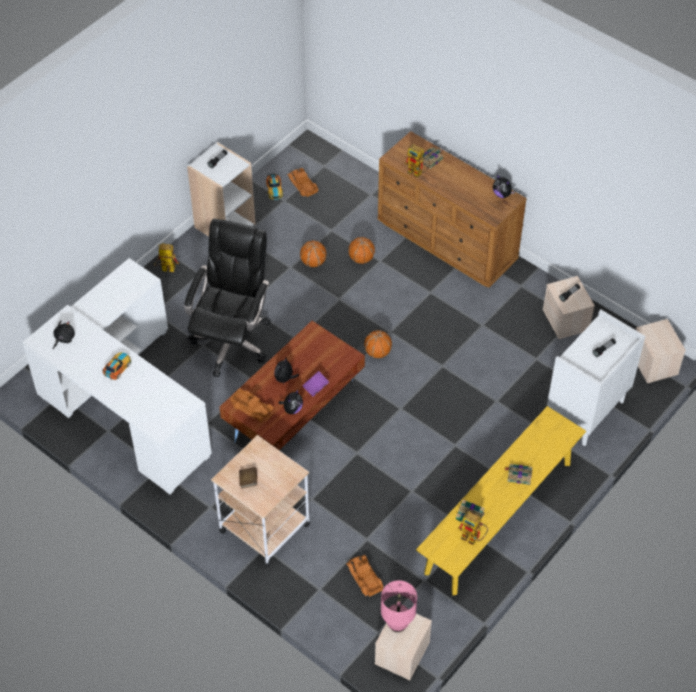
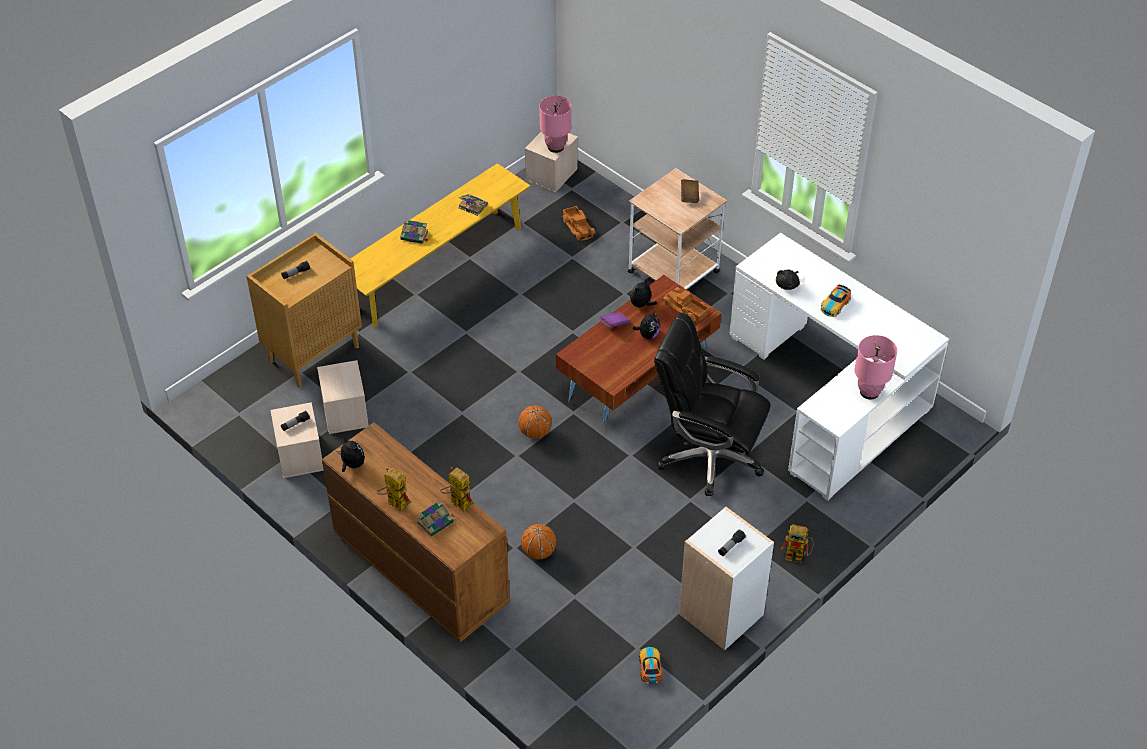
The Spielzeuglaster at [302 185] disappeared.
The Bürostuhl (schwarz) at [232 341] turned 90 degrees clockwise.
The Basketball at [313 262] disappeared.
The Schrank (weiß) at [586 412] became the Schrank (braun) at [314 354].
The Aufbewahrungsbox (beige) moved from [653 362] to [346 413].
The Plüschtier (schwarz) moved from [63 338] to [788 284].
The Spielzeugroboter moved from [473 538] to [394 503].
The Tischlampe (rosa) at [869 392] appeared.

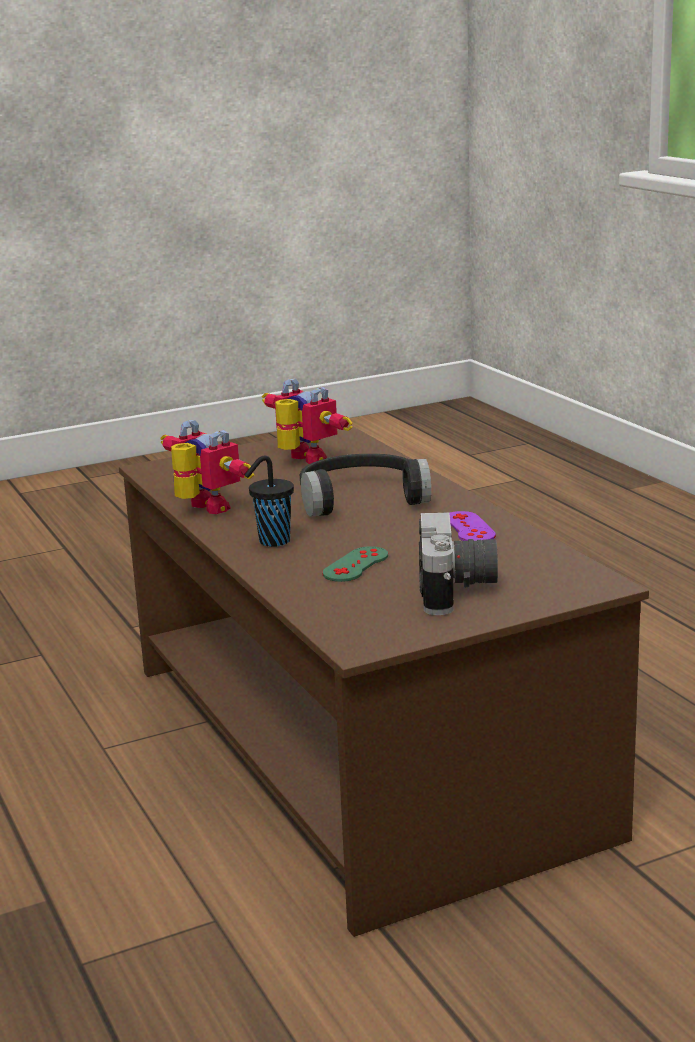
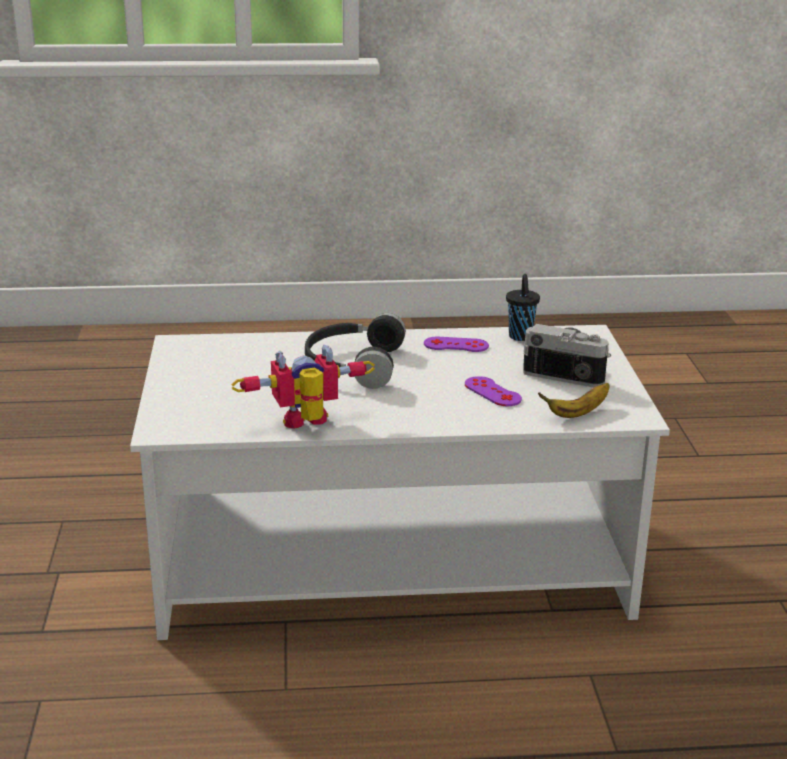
The Spielzeugroboter at [301 460] disappeared.
The Couchtisch (braun) at [356 745] became the Couchtisch (weiß) at [388 560].
The Tasse (schwarz) moved from [272 542] to [520 337].
The Gamepad (grün) at [355 565] became the Gamepad (lila) at [492 392].
The Banane at [578 413] appeared.

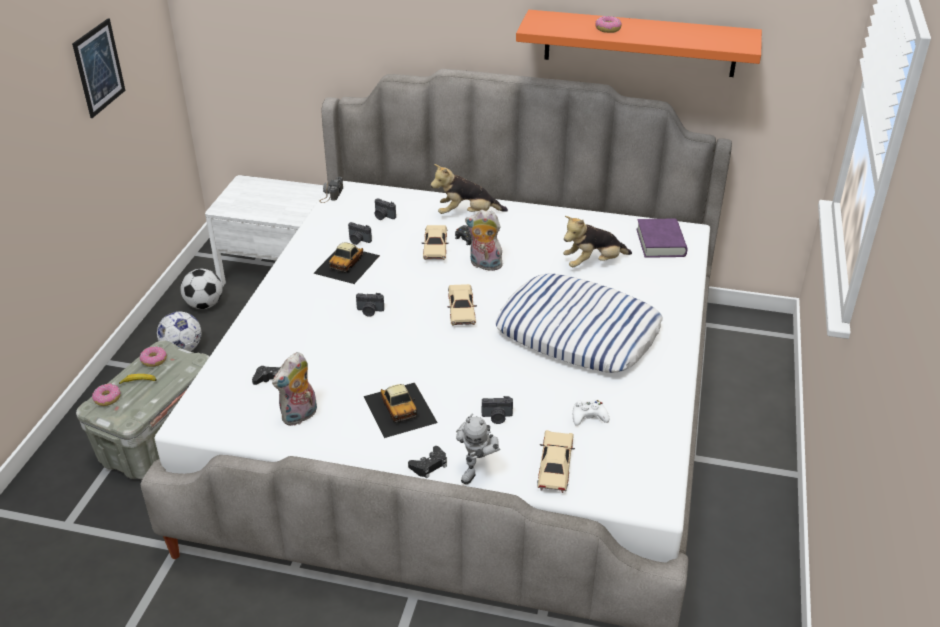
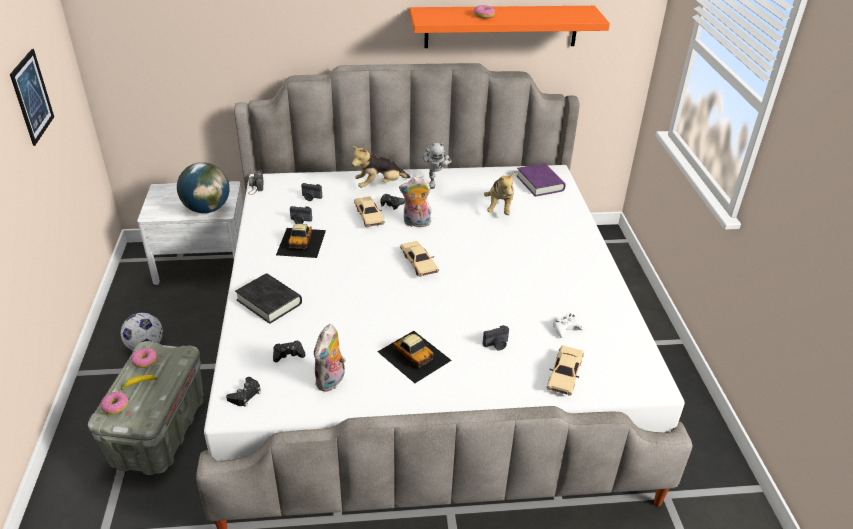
The Plüschtier at [593 263] turned 45 degrees counterclockwise.
The Fußball at [204 305] disappeared.
The Kissen at [578 332] disappeared.
The Kamera at [370 311] disappeared.
The Spielzeugroboter moved from [478 469] to [434 182].
The Spielzeugauto (beige) at [555 467] turned 150 degrees counterclockwise.
The Gamepad (schwarz) moved from [429 465] to [245 395].
The Globus at [206 209] appeared.
The Buch (schwarz) at [269 302] appeared.

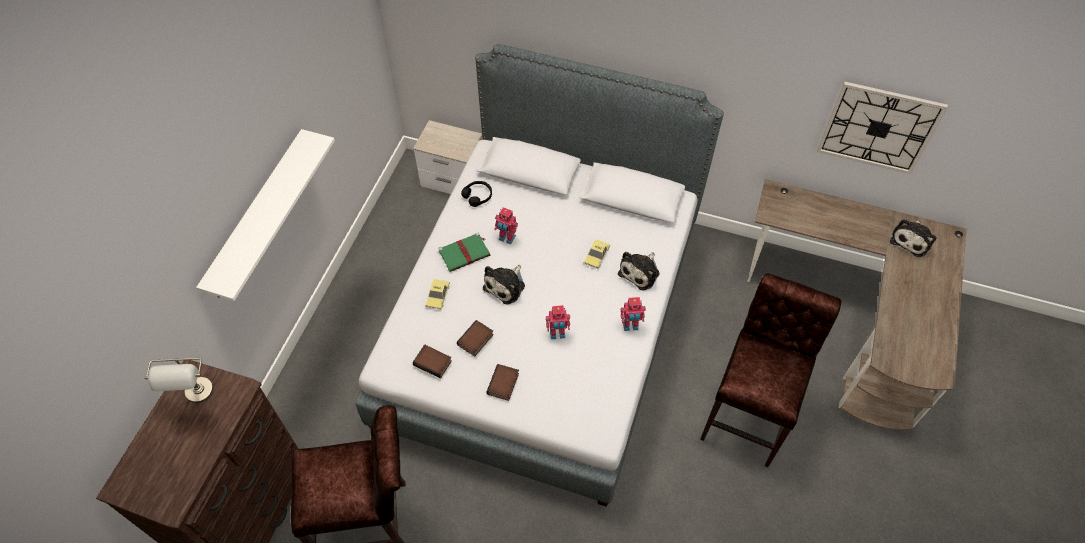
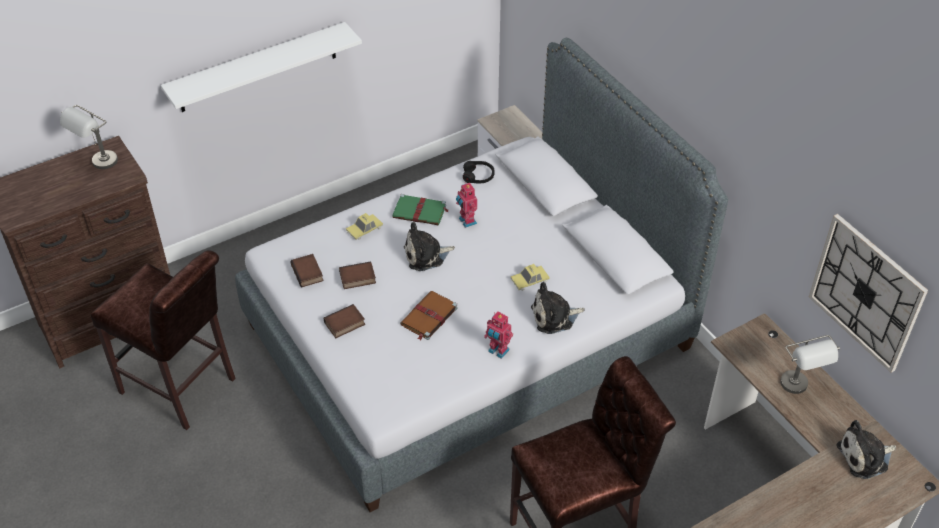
The Spielzeugroboter at [557 334] was replaced by the Buch (braun) at [428 317].
The Tischlampe (grau) at [799 390] appeared.

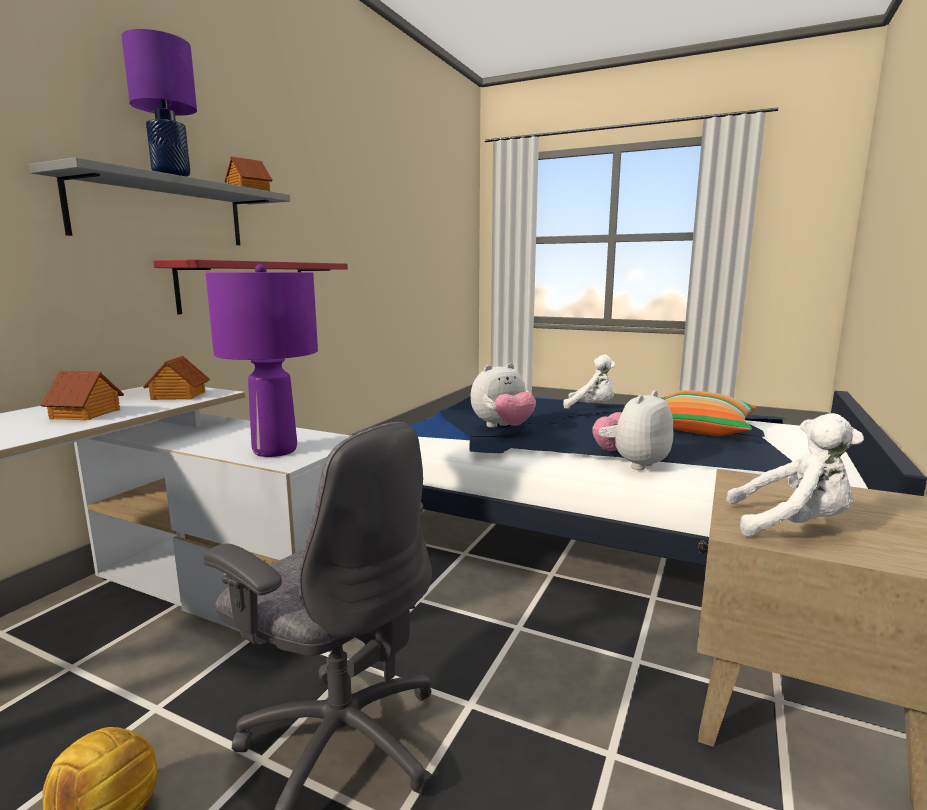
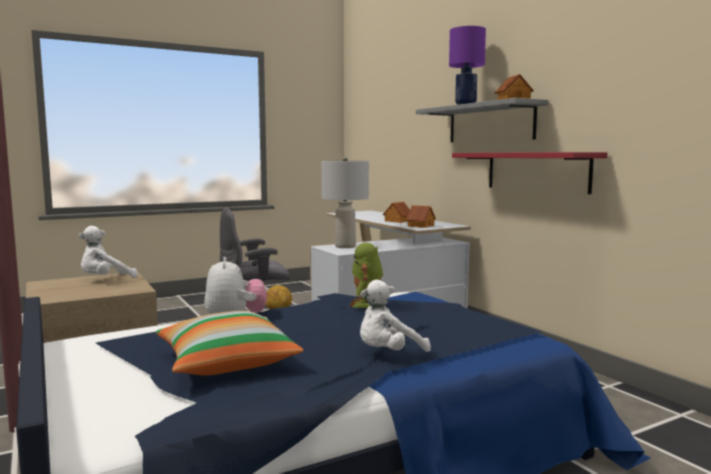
The Tischlampe (lila) at [275 450] became the Tischlampe (grau) at [345 246].
The Plüschtier at [502 427] was replaced by the Spielzeugroboter at [366 304].

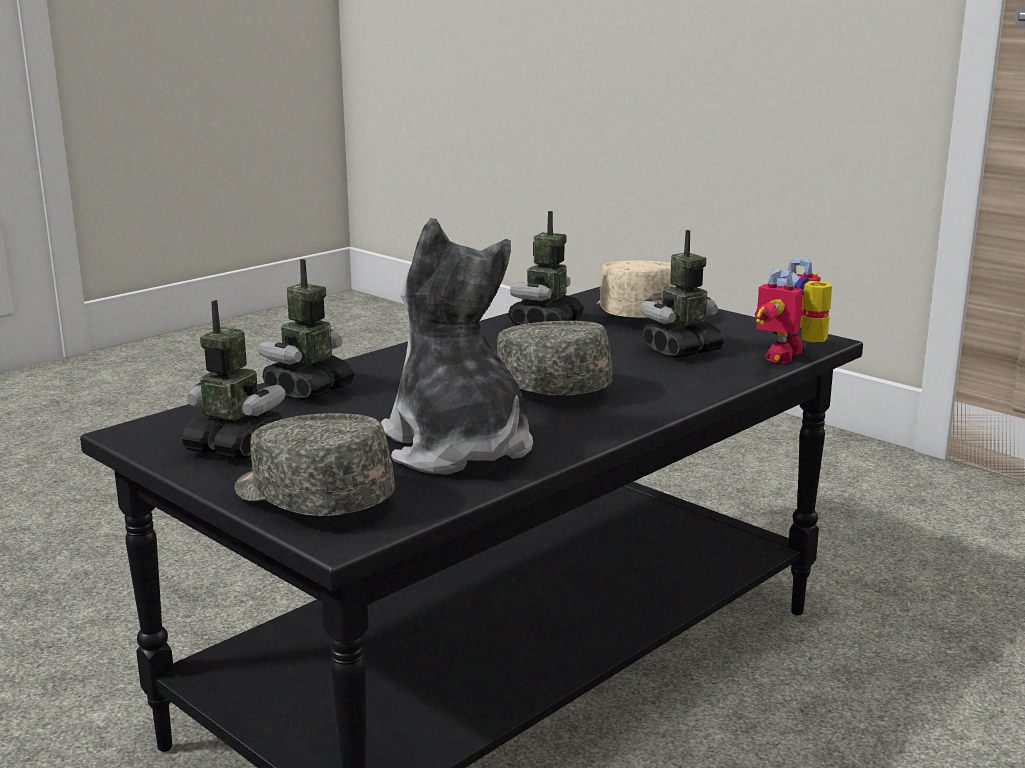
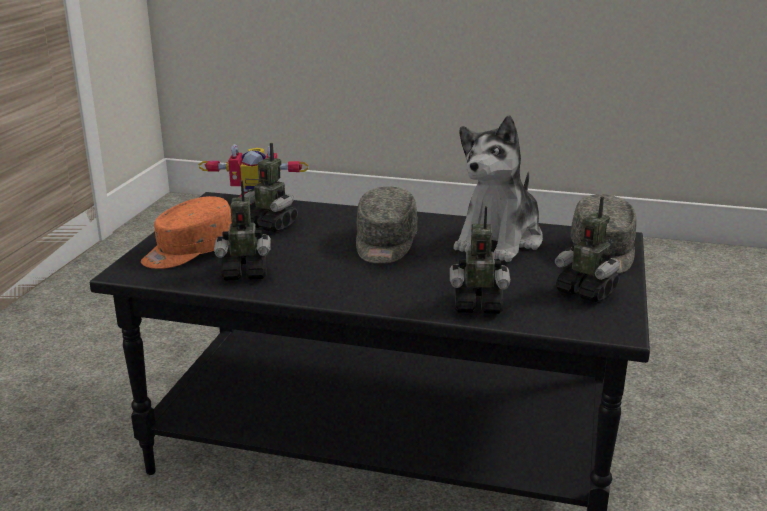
The Kappe (beige) at [634 313] became the Kappe (orange) at [189 252].
The Spielzeugroboter at [235 447] turned 45 degrees counterclockwise.

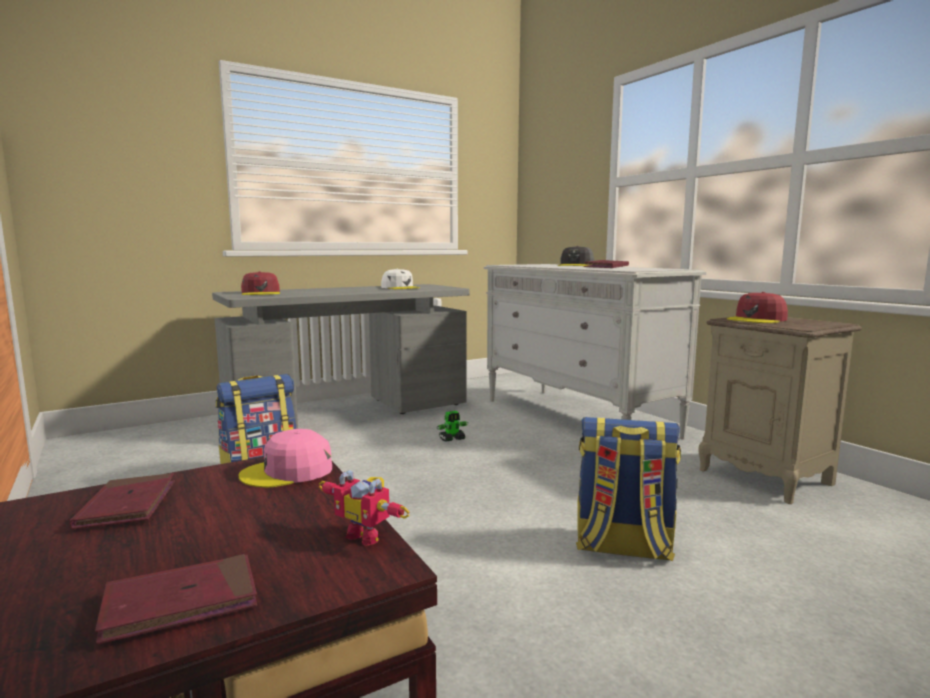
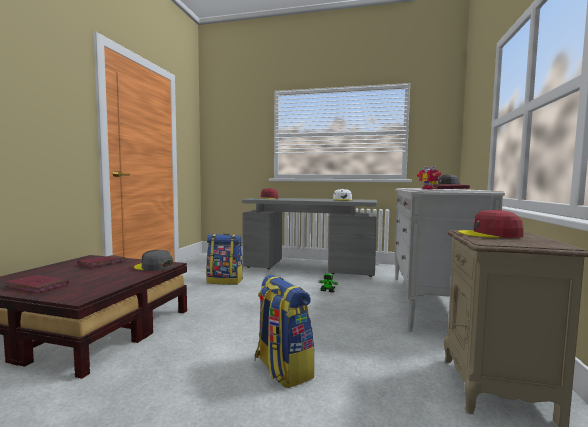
The Kappe (rosa) at [288 471] became the Kappe (grau) at [154 267].
The Spielzeugroboter moved from [367 534] to [430 189].

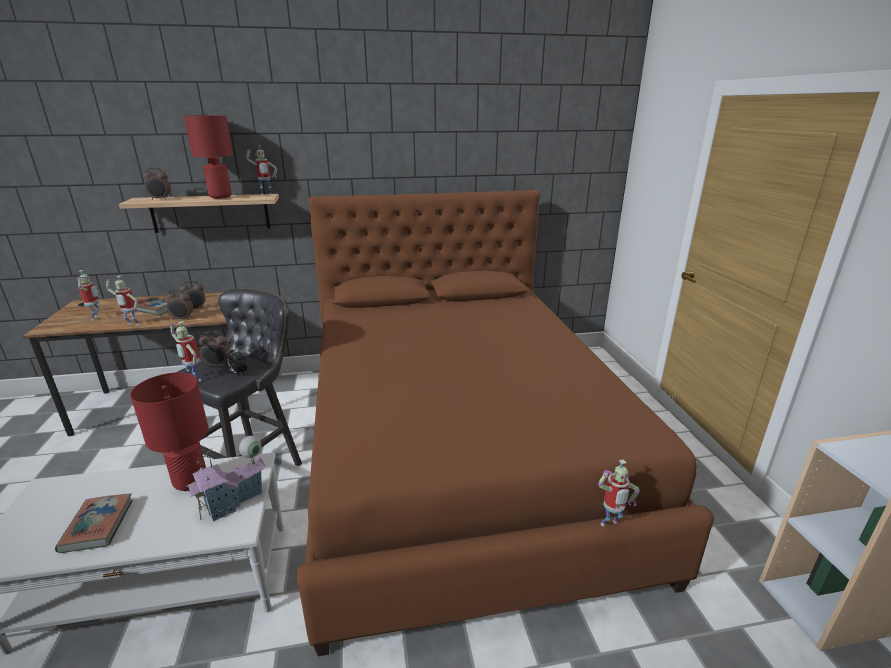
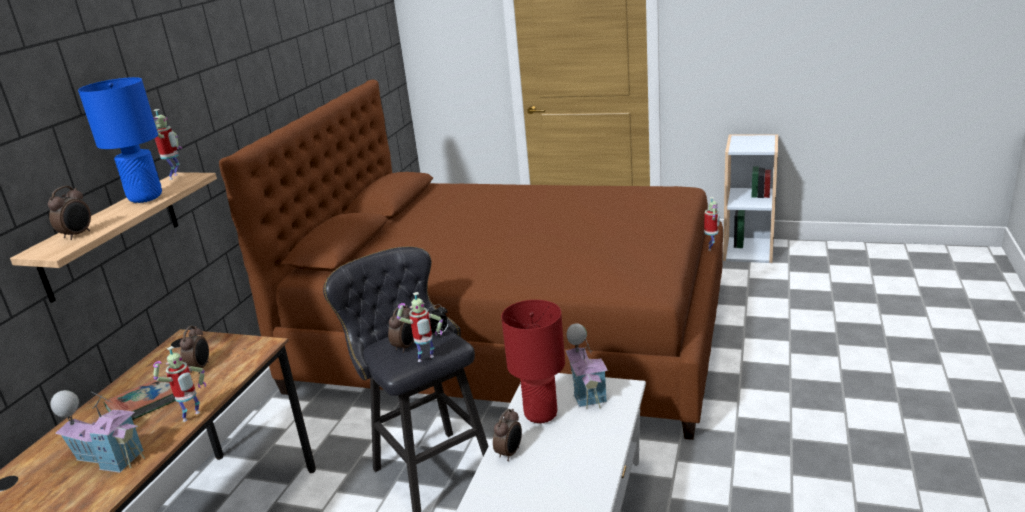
The Tischlampe (rot) at [220 198] became the Tischlampe (blau) at [146 200].
The Spielzeugroboter at [96 318] was replaced by the Spielzeughaus at [110 457].
The Wecker moved from [182 319] to [510 453].
The Buch at [98 525] disappeared.

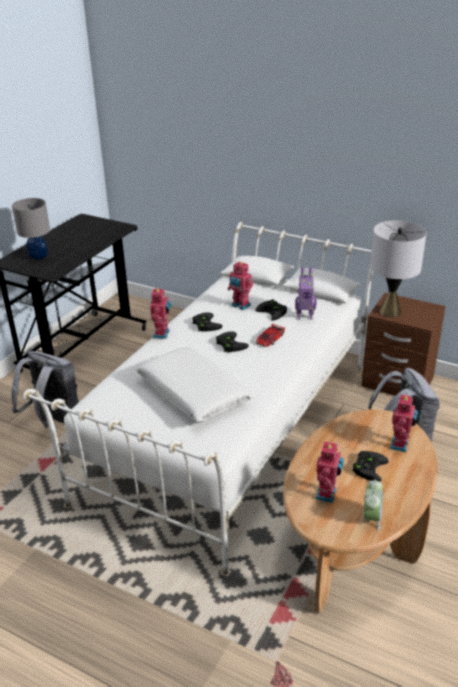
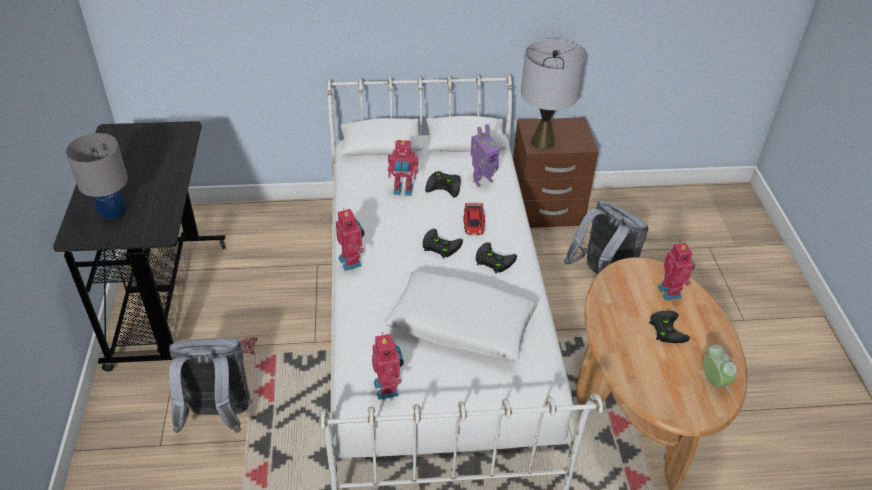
The Gamepad (schwarz) moved from [205 324] to [492 260].
The Spielzeugroboter moved from [327 494] to [388 388].

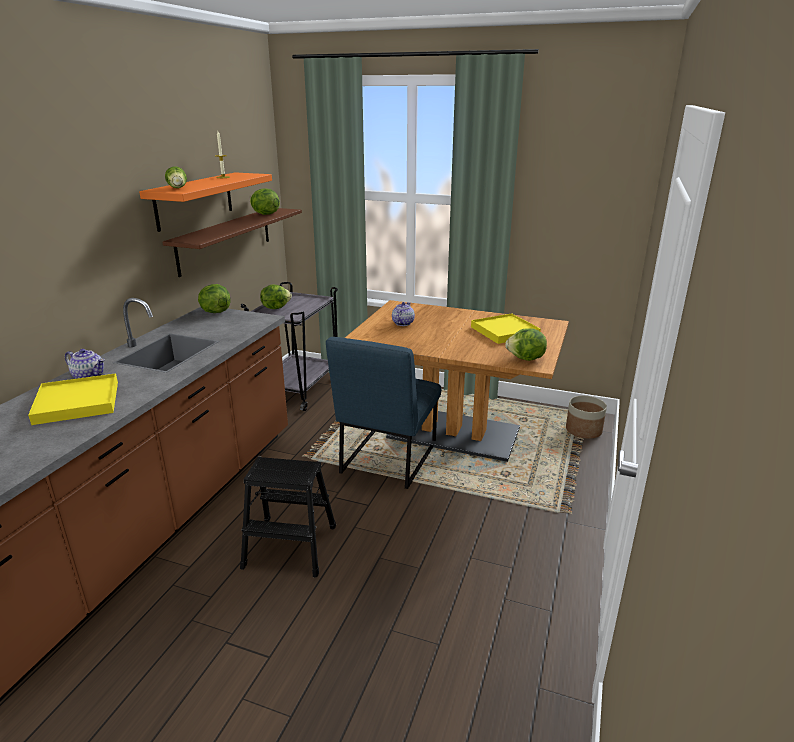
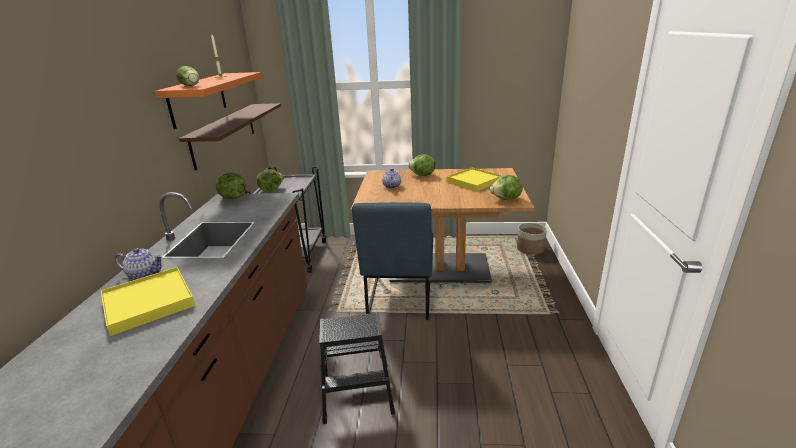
The Salatkopf moved from [265 214] to [422 175].

